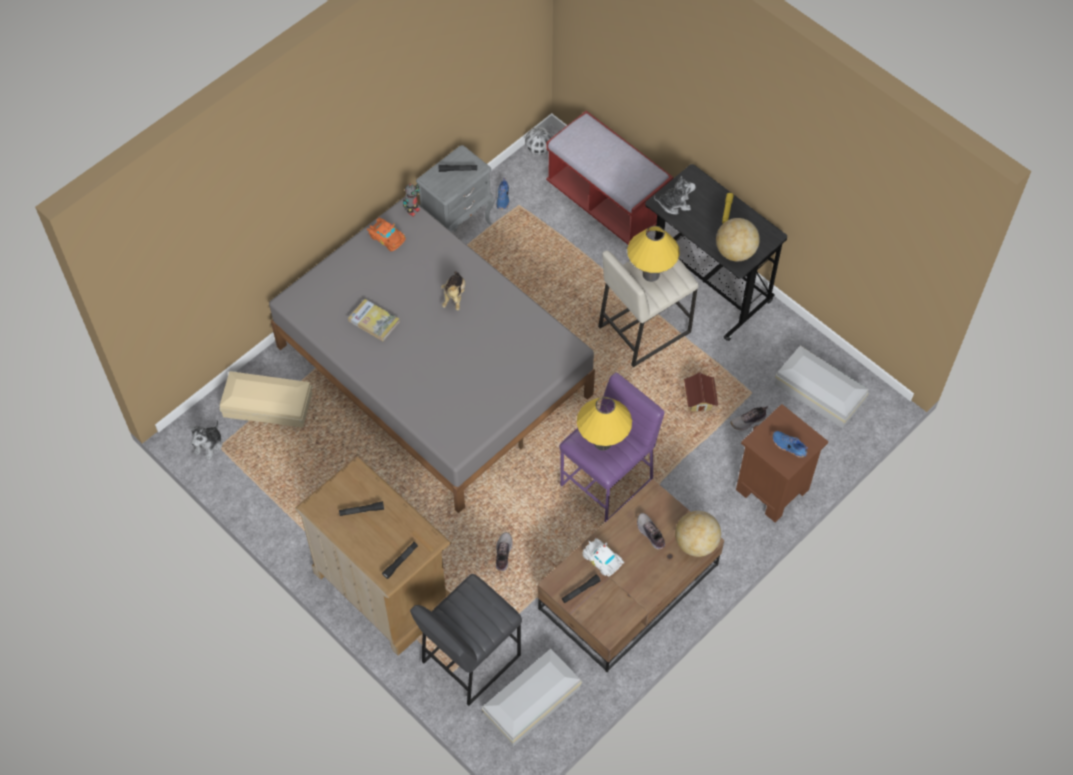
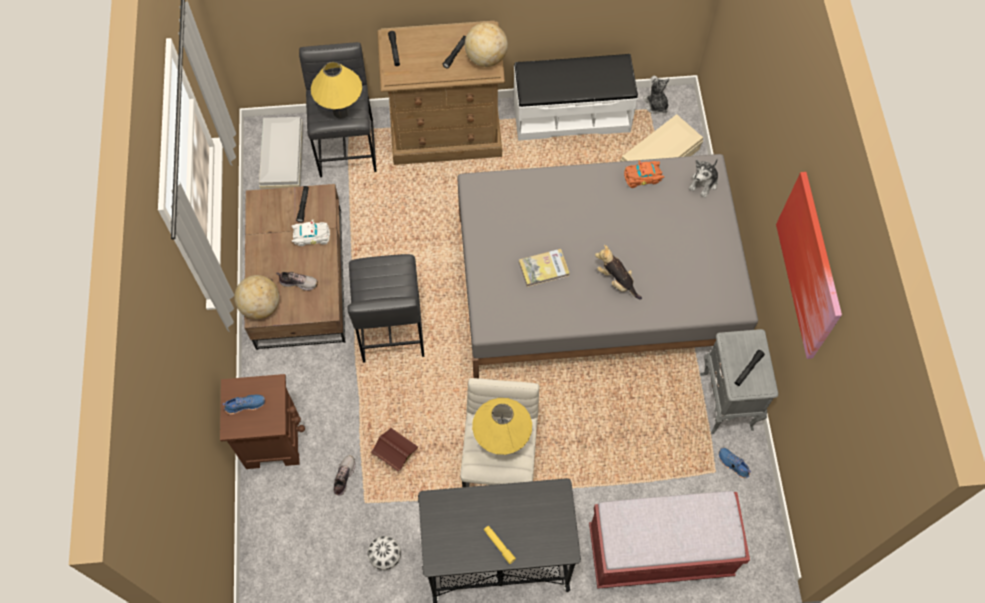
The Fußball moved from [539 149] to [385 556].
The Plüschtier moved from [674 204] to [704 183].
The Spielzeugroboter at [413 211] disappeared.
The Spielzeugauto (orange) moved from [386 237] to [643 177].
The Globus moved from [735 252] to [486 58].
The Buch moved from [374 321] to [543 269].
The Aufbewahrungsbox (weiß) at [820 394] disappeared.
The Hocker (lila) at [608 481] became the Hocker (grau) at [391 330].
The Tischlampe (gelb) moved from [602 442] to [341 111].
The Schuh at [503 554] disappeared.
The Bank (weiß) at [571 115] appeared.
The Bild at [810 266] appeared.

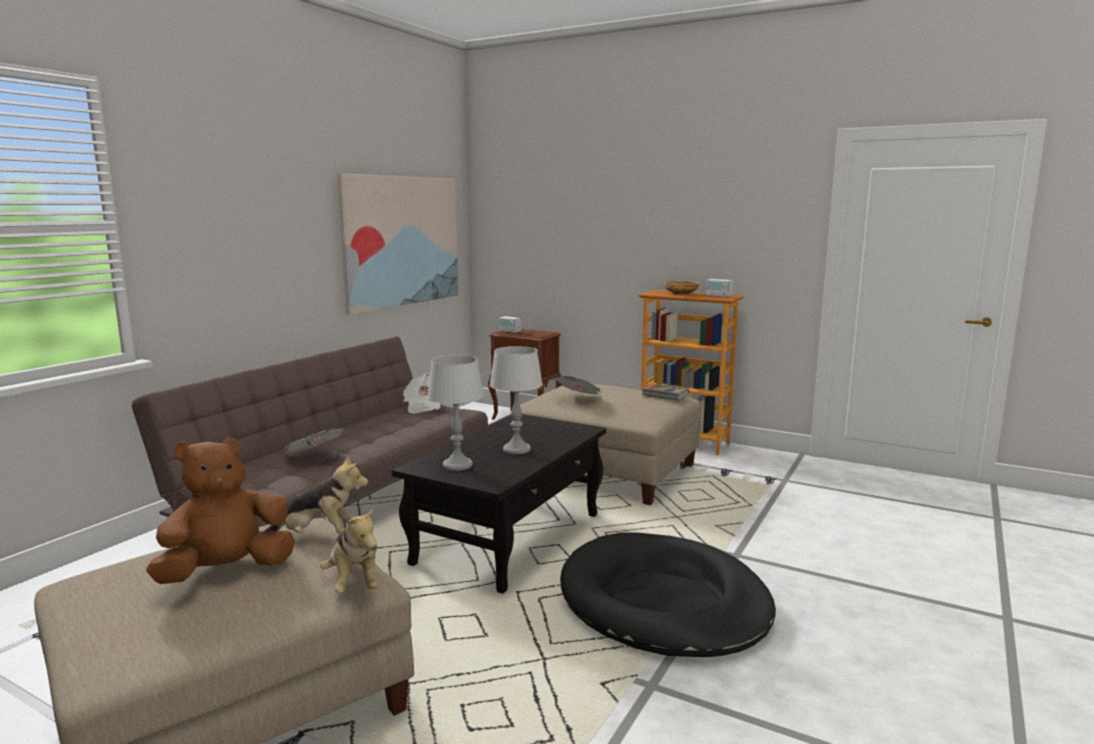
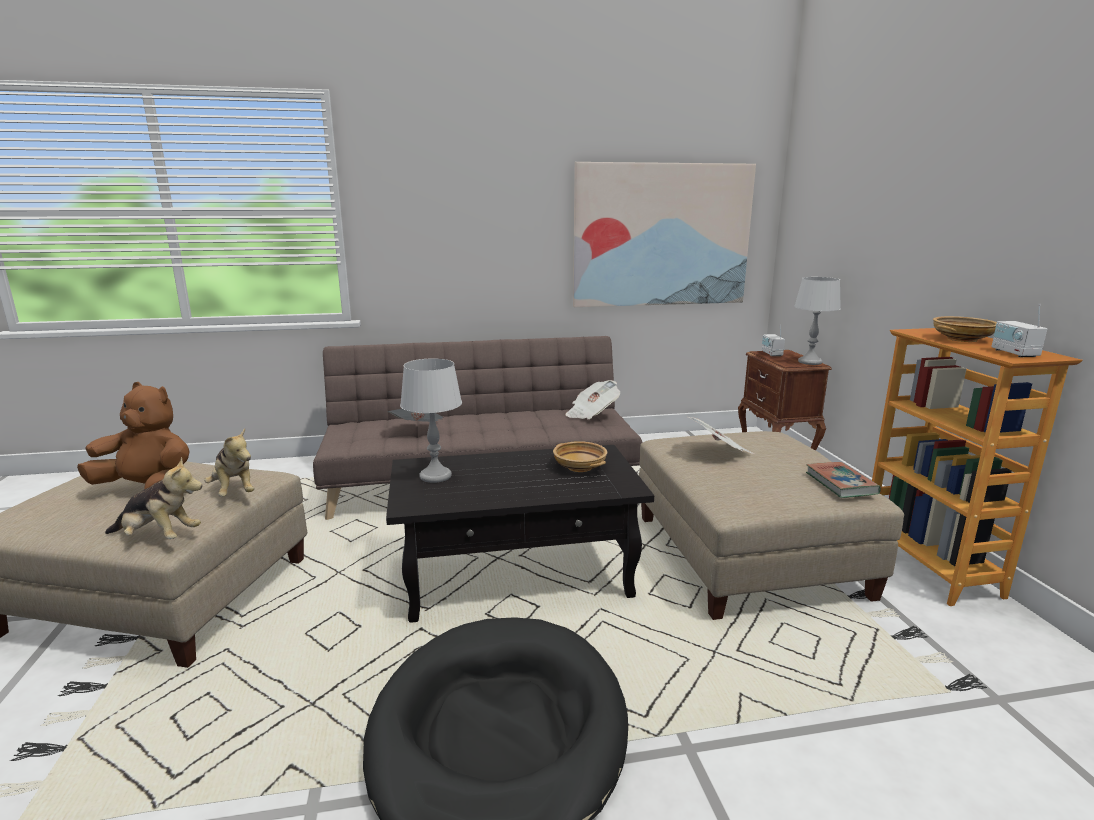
The Tischlampe (grau) moved from [516 450] to [809 362].
The Plüschtier at [354 582] turned 105 degrees counterclockwise.
The Schüssel (beige) at [580 467] appeared.

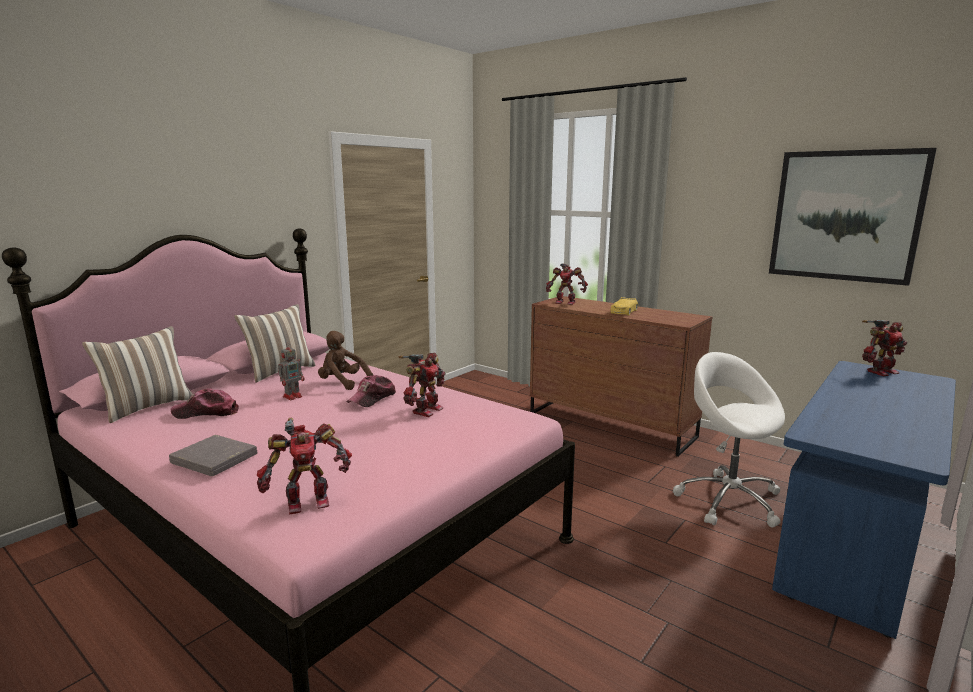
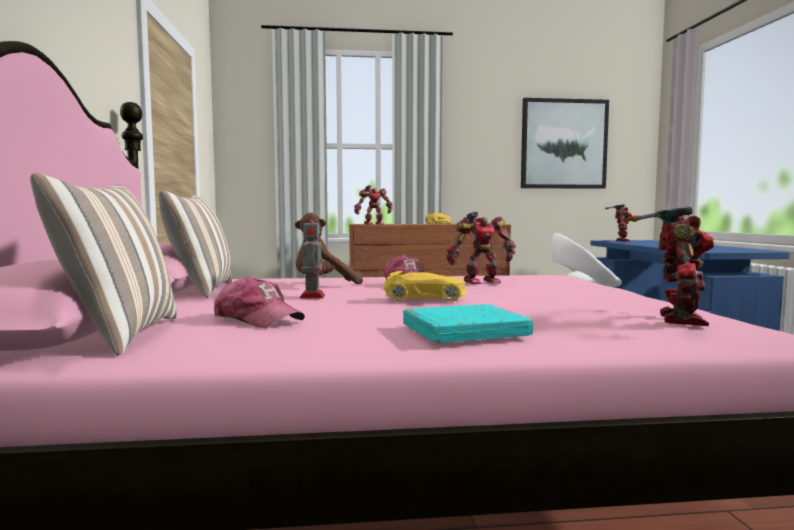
The Spielzeugroboter at [425 410] turned 90 degrees clockwise.
The Kappe at [206 413] turned 90 degrees counterclockwise.
The Buch (grau) at [214 460] became the Buch (türkis) at [464 332].
The Spielzeugauto (gelb) at [425 298] appeared.

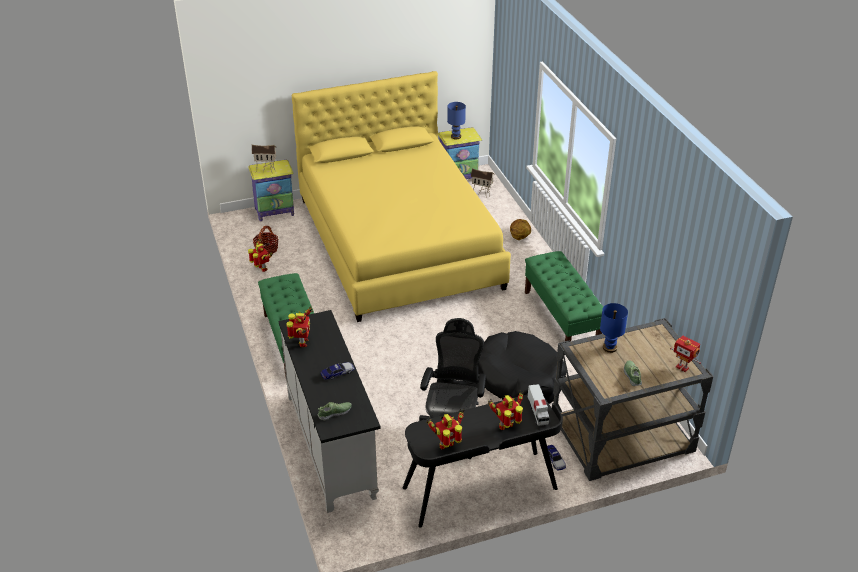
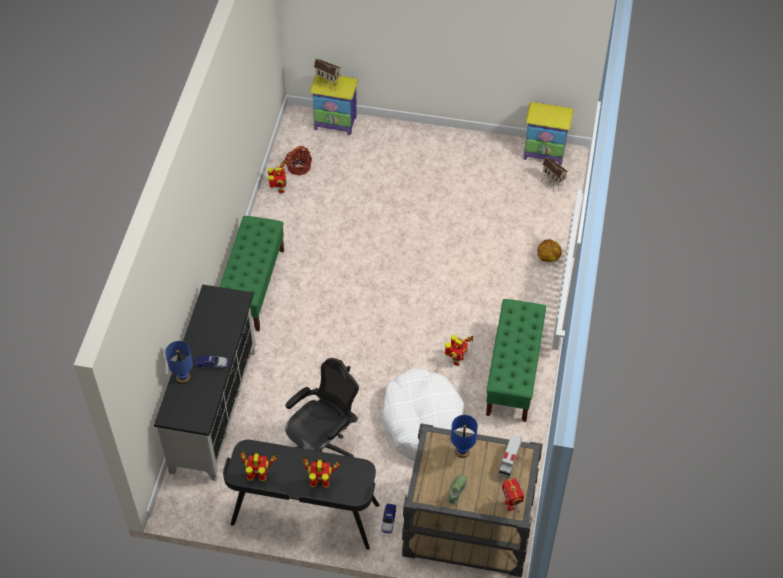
The Bett (gelb) at [398 242] disappeared.
The Tischlampe (blau) moved from [455 137] to [183 377].
The Spielzeugroboter moved from [302 343] to [457 360].
The Hundebett (schwarz) at [519 378] became the Hundebett (weiß) at [422 421].
The Spielzeuglaster moved from [537 412] to [509 461].
The Schuh at [335 413] disappeared.

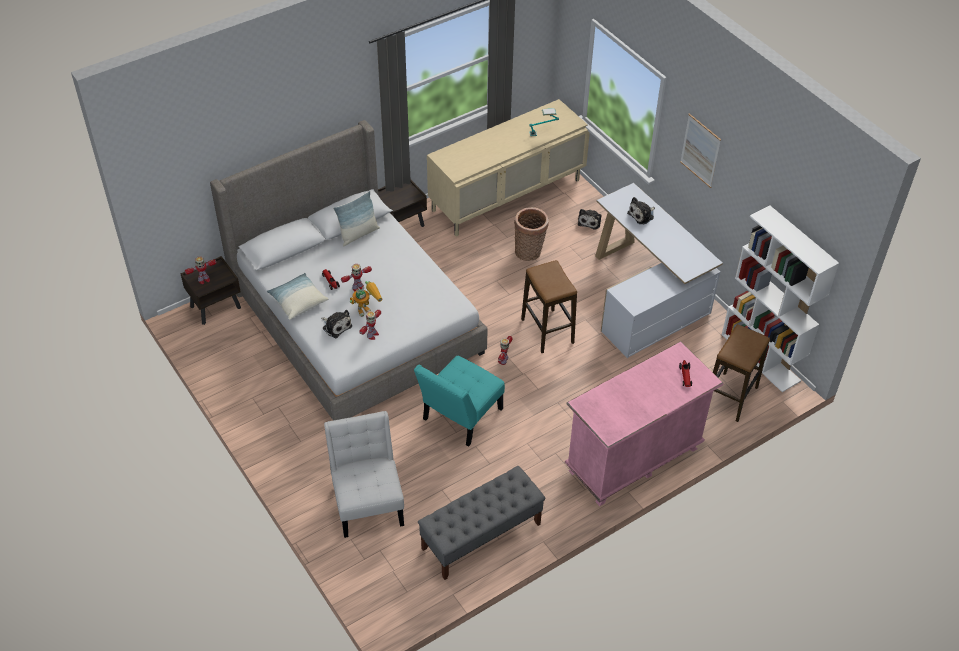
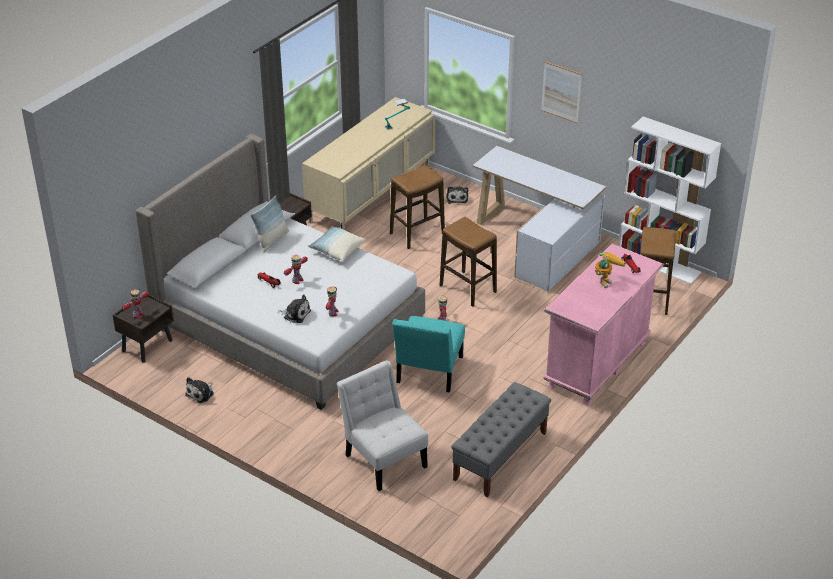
The Plüschtier moved from [642 215] to [201 393].
The Korb at [529 252] was replaced by the Hocker at [417 233].
The Kissen moved from [298 301] to [337 250].
The Spielzeugroboter moved from [367 308] to [605 280].

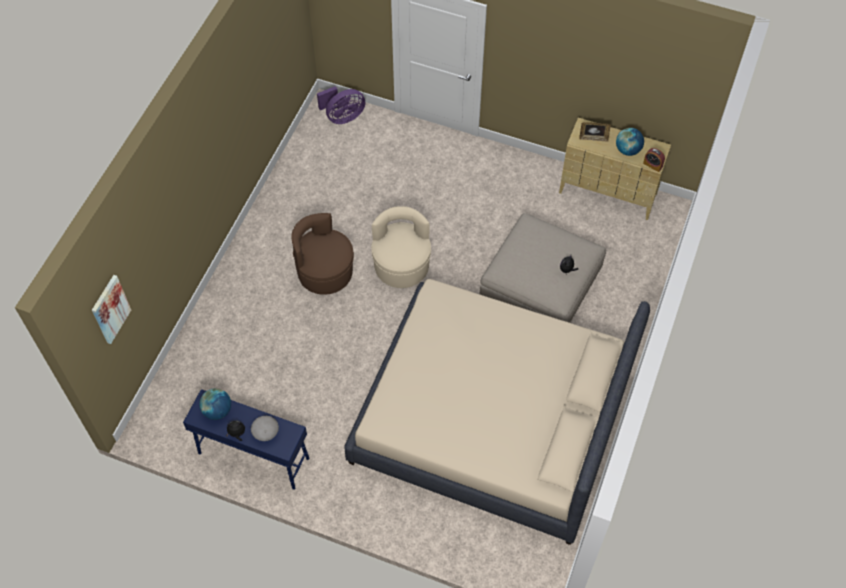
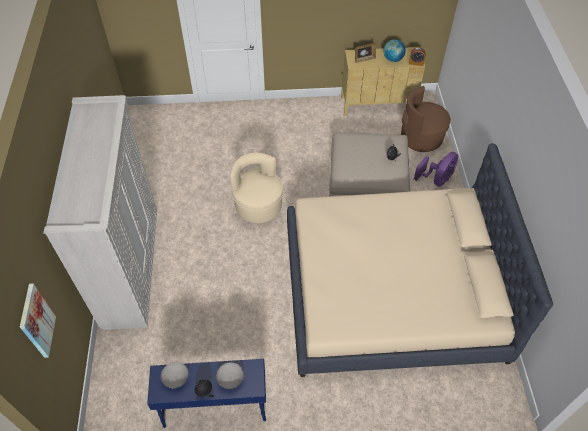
The Ventilator (lila) moved from [343 117] to [437 179].
The Sessel (braun) moved from [325 273] to [421 138].
The Globus at [217 411] was replaced by the Schüssel (grau) at [175 379].
The Kleiderschrank (weiß) at [131 265] appeared.

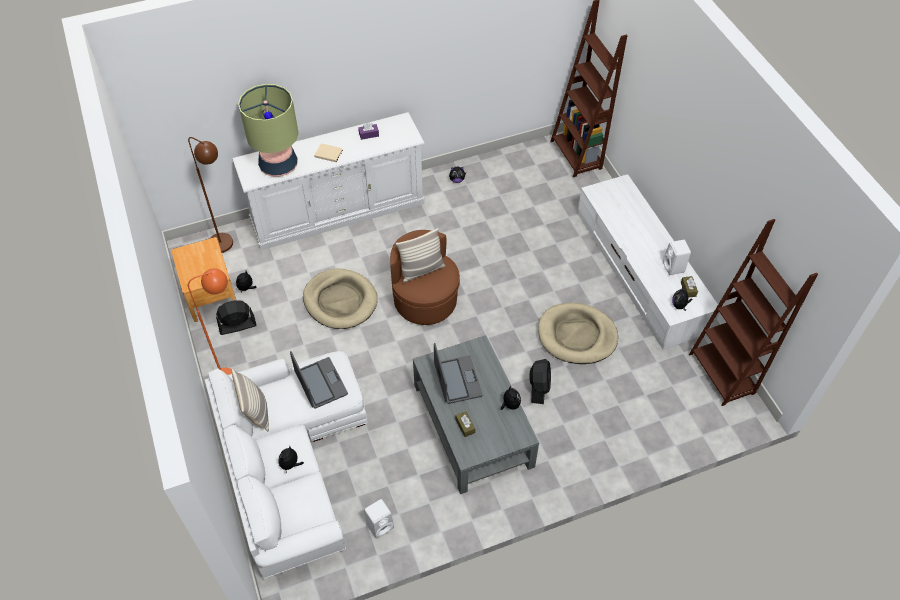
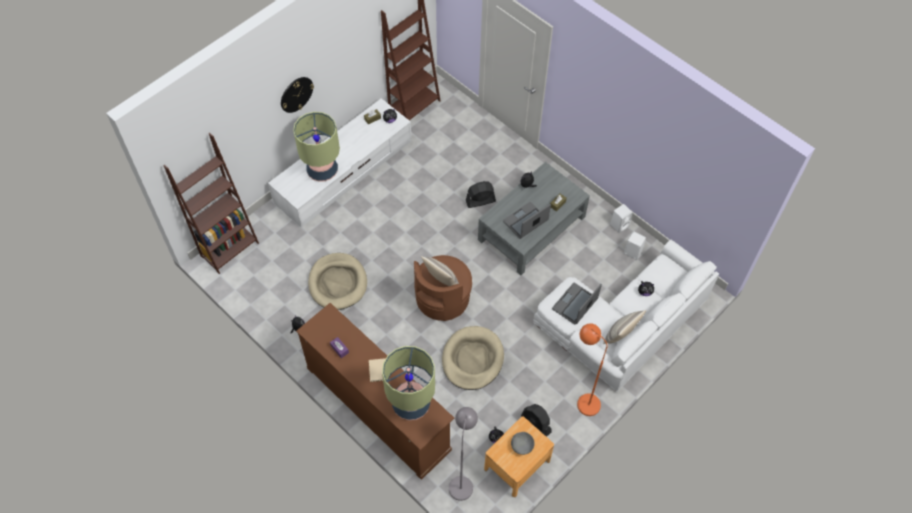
The Schrank (weiß) at [338 211] became the Schrank (braun) at [377 408].
The Stehlampe (braun) at [226 247] became the Stehlampe (grau) at [462 481].
The Lautsprecher (weiß) moved from [674 267] to [620 224].
The Hundebett (beige) moved from [577 336] to [338 283].
The Wanduhr at [296 94] appeared.
The Tischlampe at [322 170] appeared.
The Schüssel (grau) at [522 446] appeared.

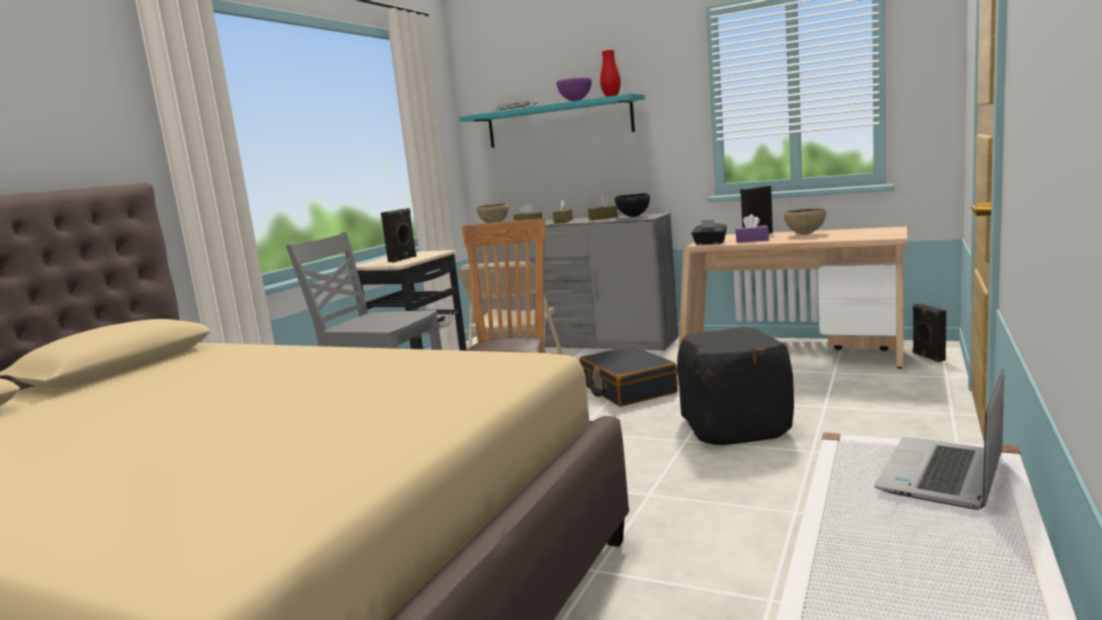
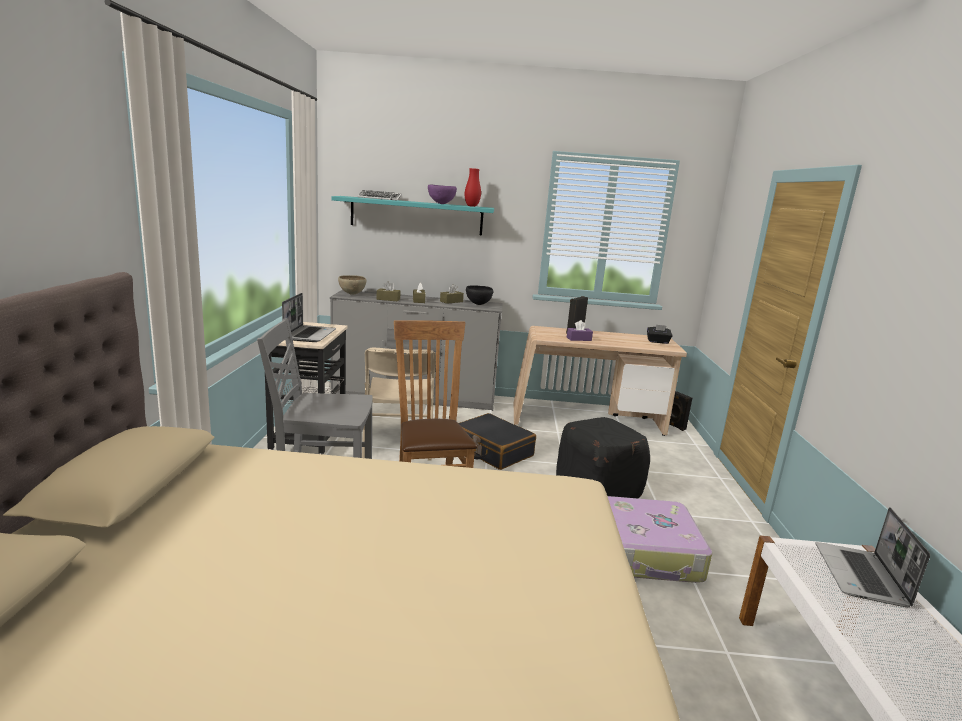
The Lautsprecher (schwarz) at [403 259] was replaced by the Laptop at [309 335].
The Schüssel (braun) at [805 234] disappeared.
The Taschentuchbox (schwarz) moved from [709 243] to [658 341].
The Koffer at [648 553] appeared.

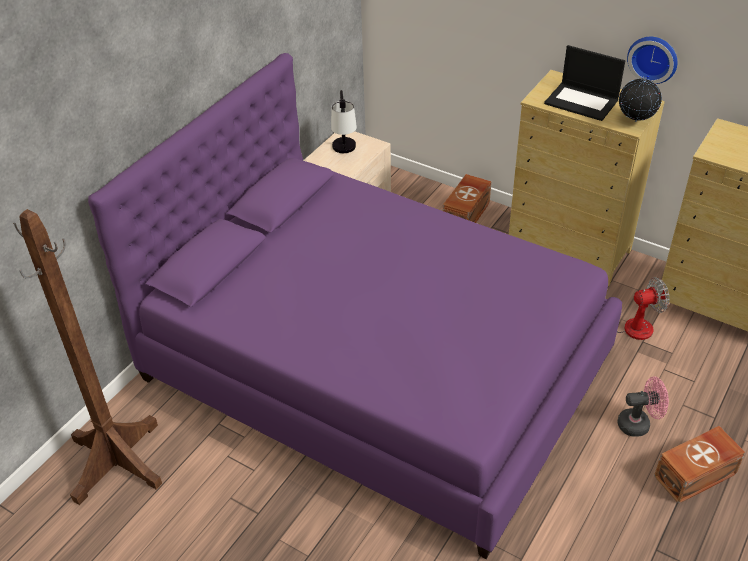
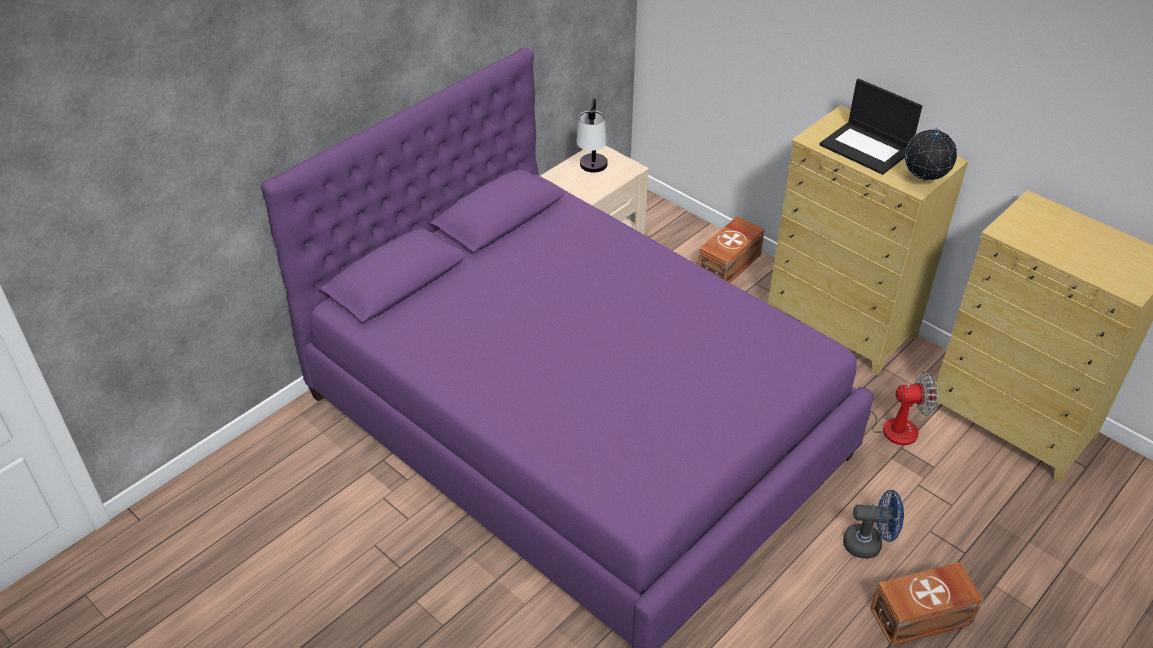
The Wanduhr at [653 58] disappeared.
The Kleiderständer (braun) at [116 461] disappeared.
The Ventilator (rosa) at [639 424] became the Ventilator (blau) at [869 544].

